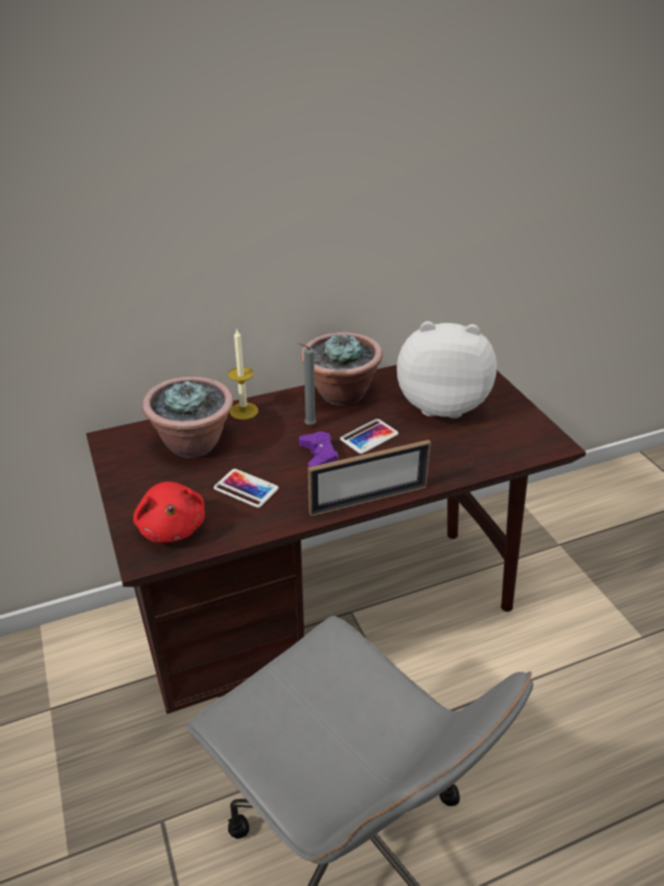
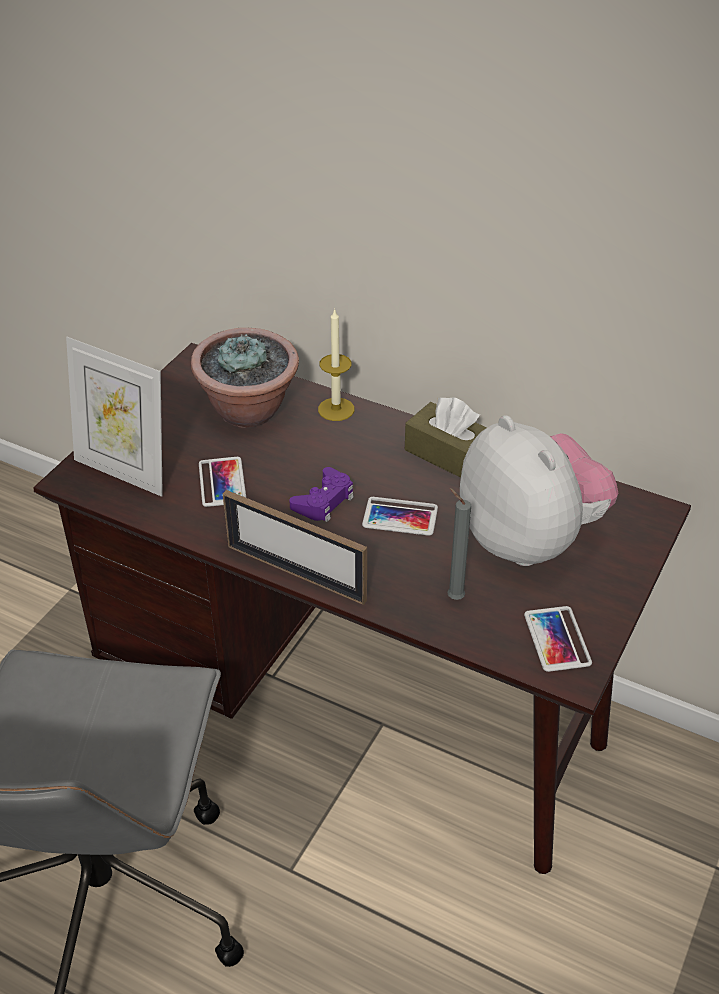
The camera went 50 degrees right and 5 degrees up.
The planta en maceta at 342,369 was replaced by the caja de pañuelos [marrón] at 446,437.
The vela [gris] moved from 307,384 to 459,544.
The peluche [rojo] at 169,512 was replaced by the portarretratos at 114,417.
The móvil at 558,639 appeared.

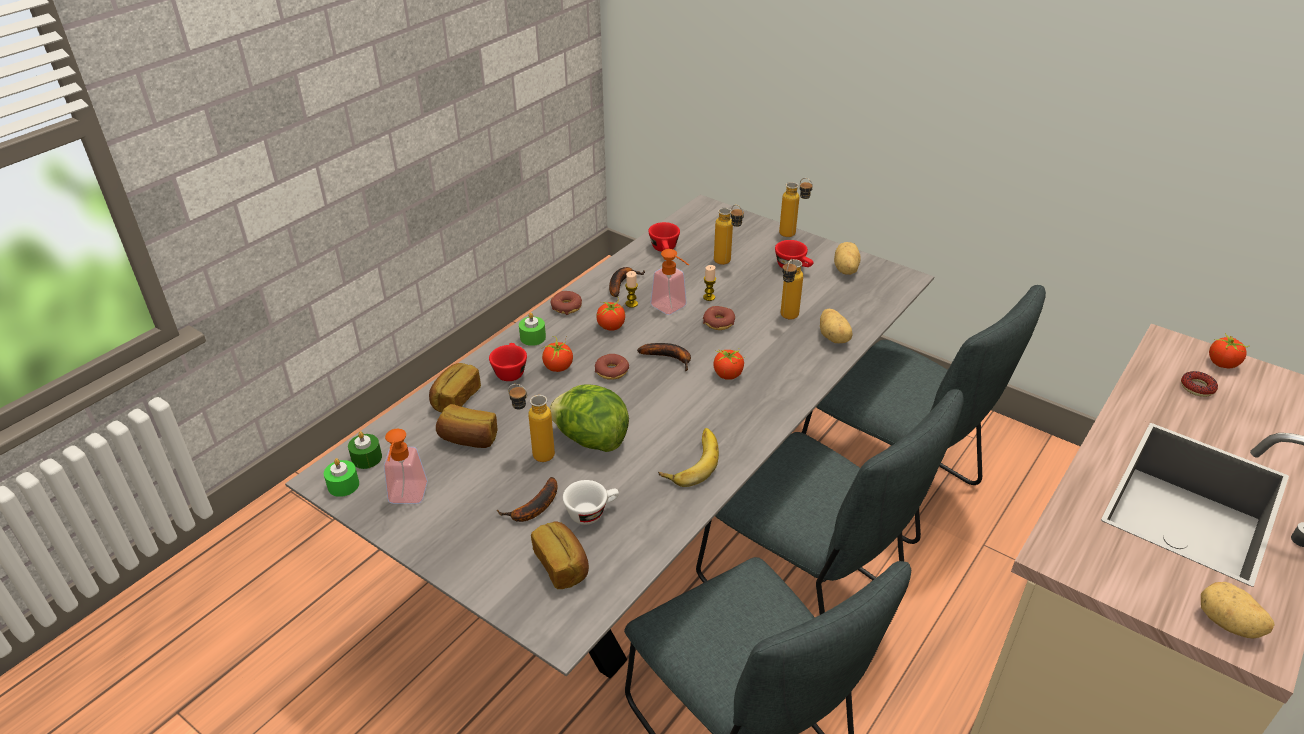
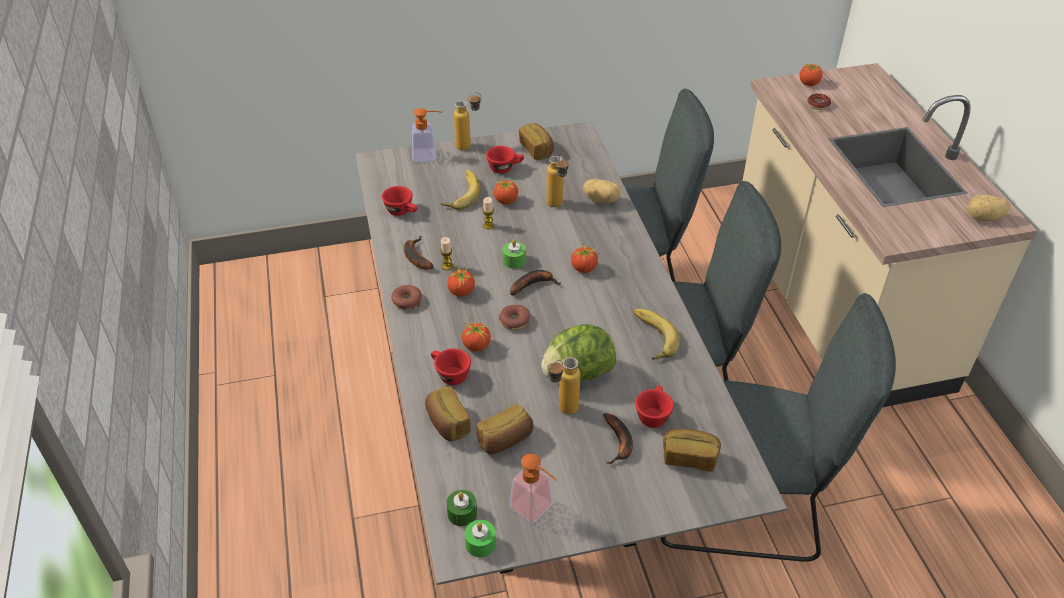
The camera went 50 degrees left and 5 degrees up.
The botella at 729,235 was replaced by the plátano at 461,190.
The patata at 847,258 was replaced by the pan at 536,141.
The dispensador de jabón moved from 669,282 to 427,135.
The rosquilla at 719,318 disappeared.
The vela [verde] moved from 532,329 to 514,254.
The taza [blanco] at 591,502 became the taza [rojo] at 654,406.
The tomate at 506,192 appeared.

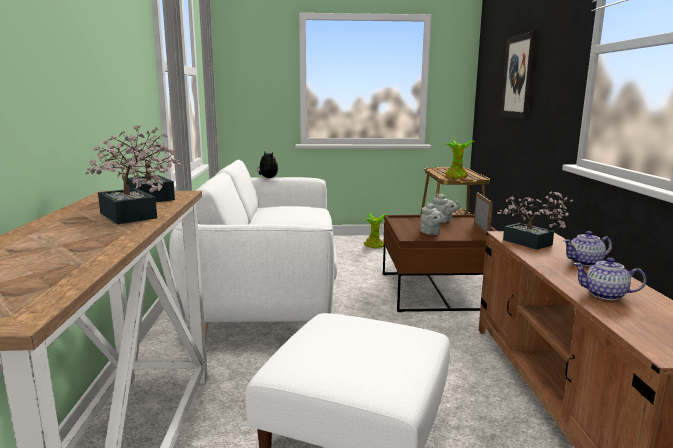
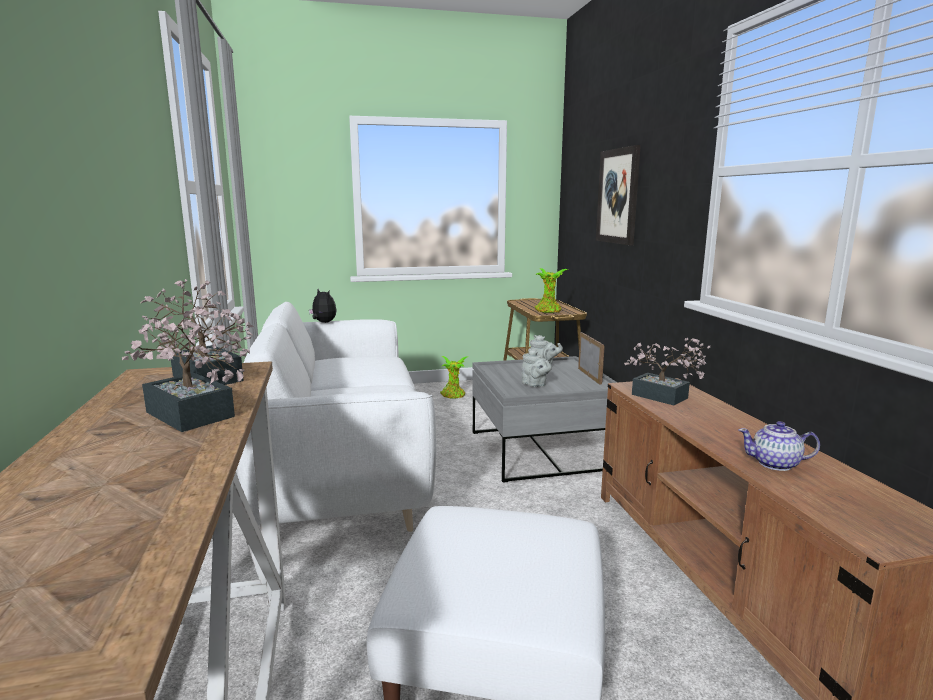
The camera went 10 degrees left and 0 degrees up.
The mesa de centro [marrón] at 440,263 became the mesa de centro [gris] at 545,419.
The tetera at 587,248 disappeared.

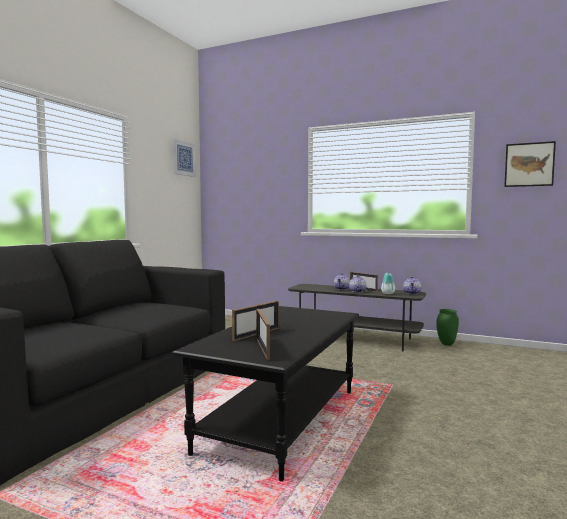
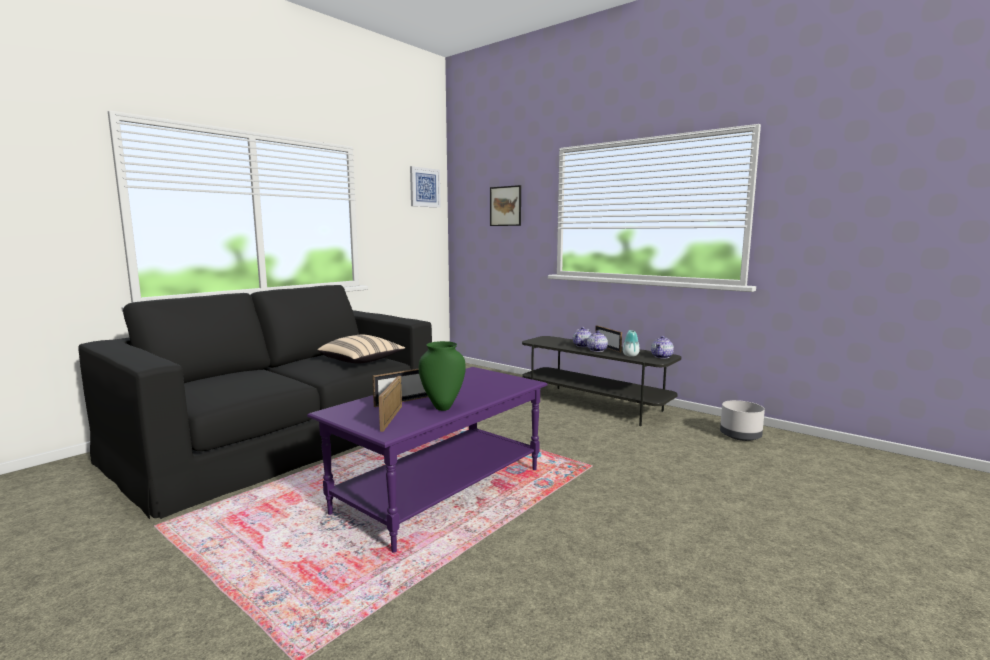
The camera went 15 degrees right and 5 degrees up.
The cuadro moved from 530,164 to 505,205.
The mesa de centro [negro] at 265,393 became the mesa de centro [morado] at 427,460.
The florero [verde] moved from 447,327 to 442,376.
The cojín [beis] at 361,349 appeared.
The maceta [gris] at 742,420 appeared.

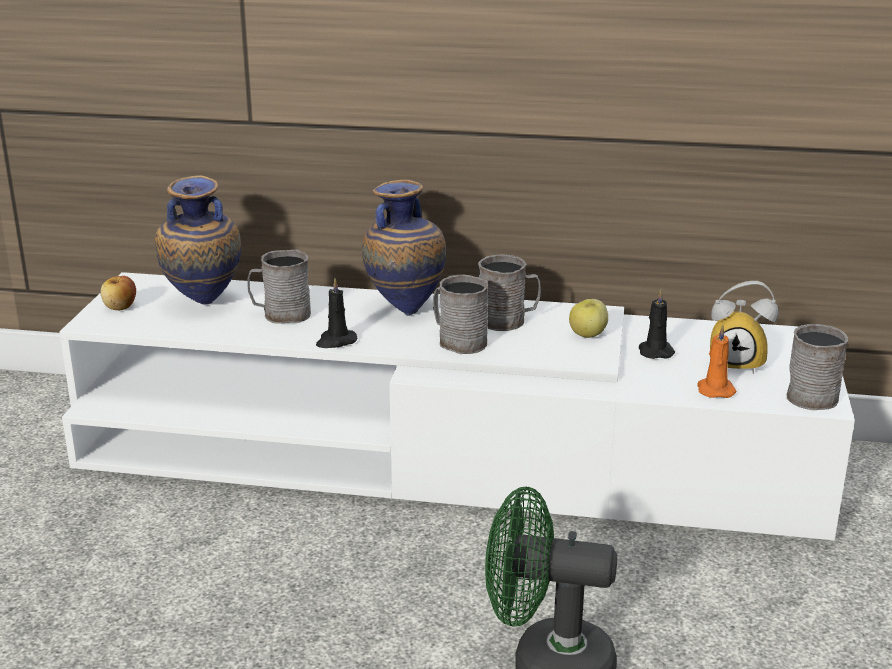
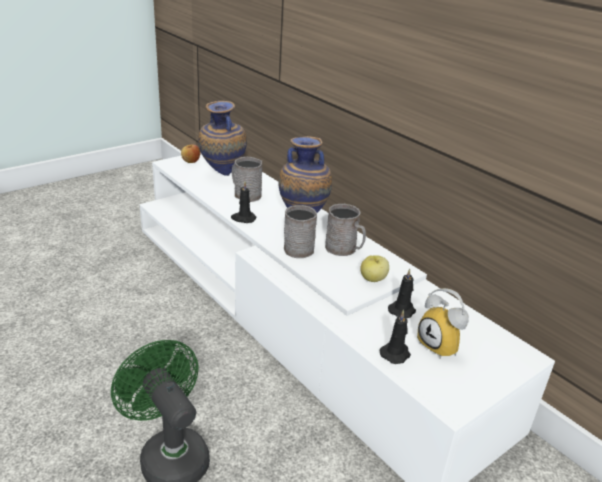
The camera went 40 degrees right and 5 degrees up.
The vela [naranja] at 716,361 became the vela [negro] at 395,337.
The taza grande [gris] at 817,367 disappeared.

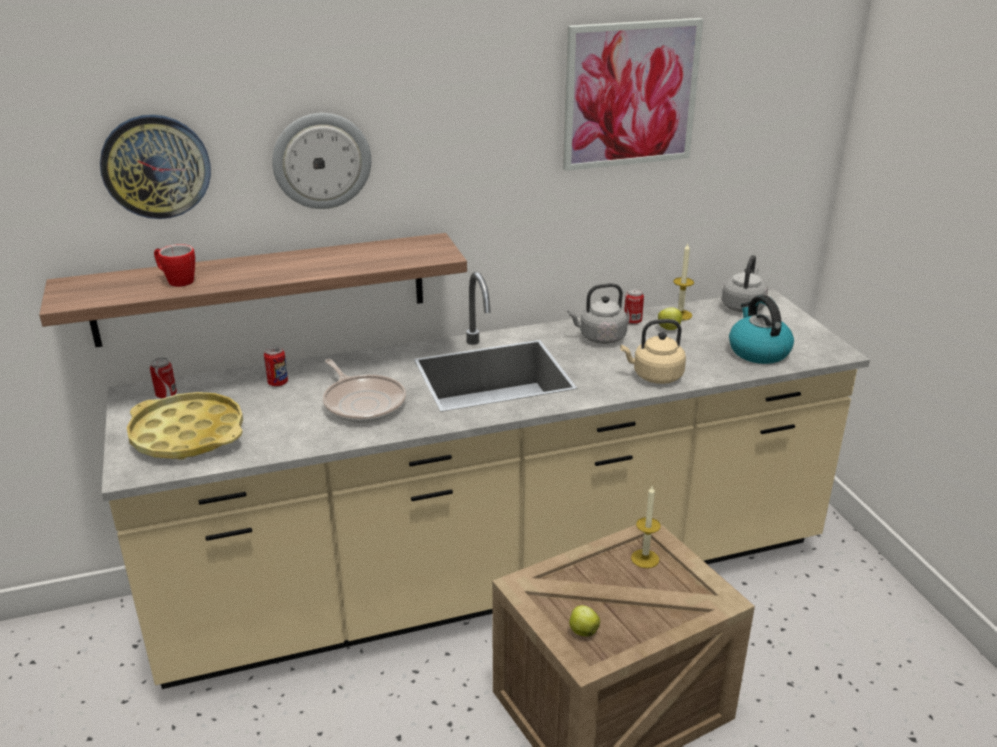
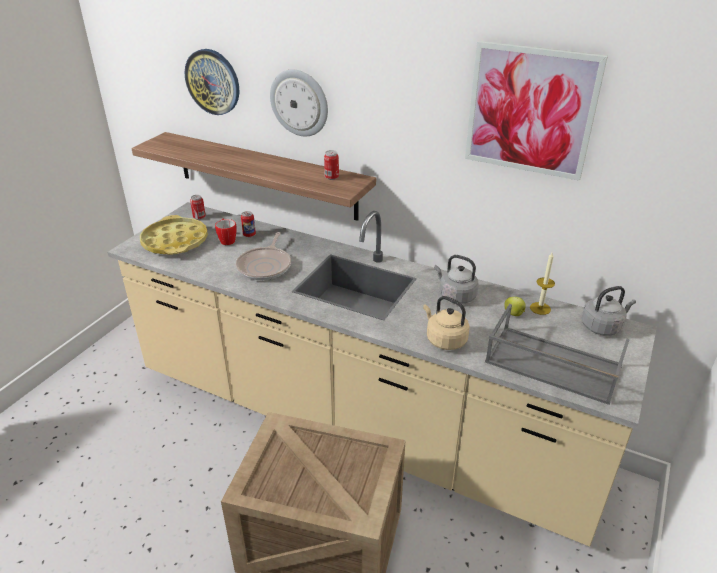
The camera went 45 degrees right and 5 degrees up.
The taza grande moved from 174,265 to 226,231.
The lata moved from 634,306 to 331,165.
The hervidor at 761,329 was replaced by the bandeja [gris] at 557,354.
The vela at 646,526 disappeared.
The manzana at 584,620 disappeared.

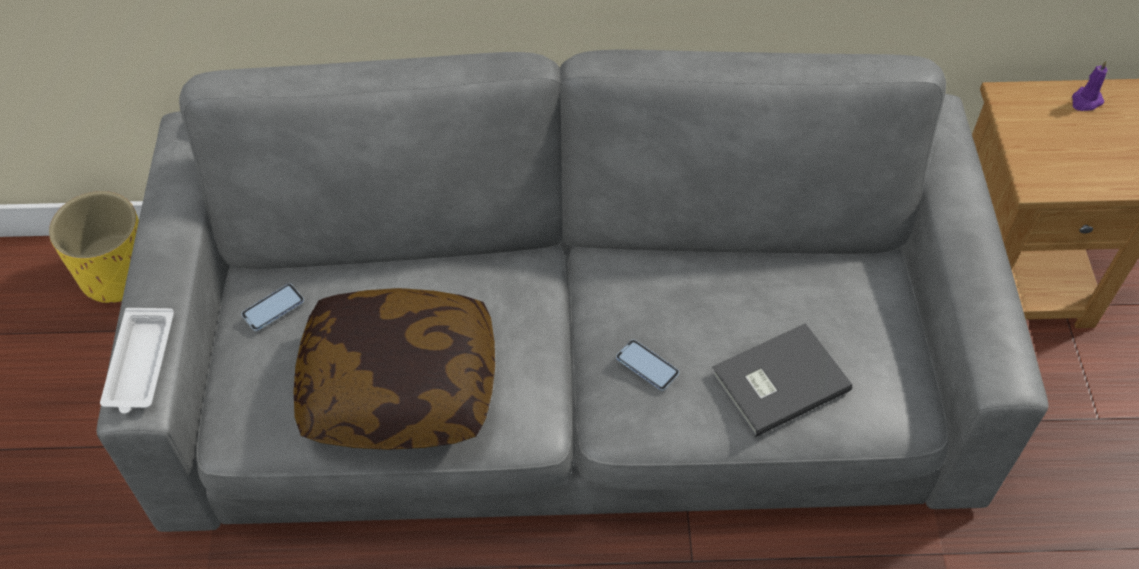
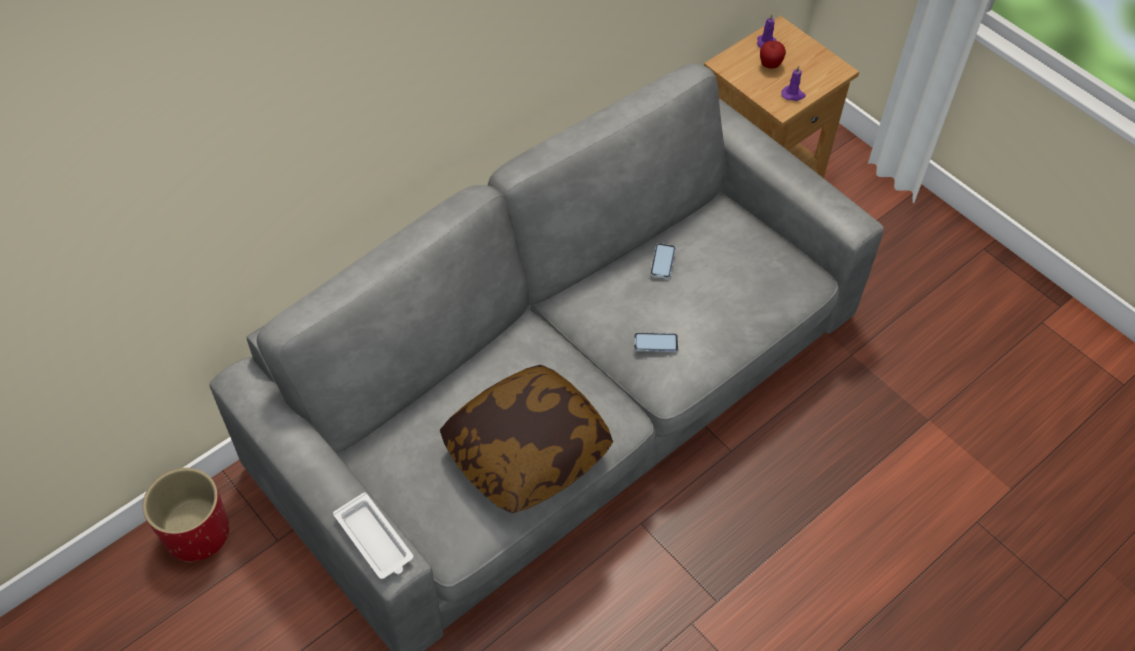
The camera went 40 degrees left and 0 degrees up.
The maceta [amarillo] at 94,247 became the maceta [rojo] at 186,515.
The móvil moved from 272,307 to 663,261.
The libro [gris] at 781,380 disappeared.
The manzana at 773,55 appeared.
The vela [morado] at 794,83 appeared.

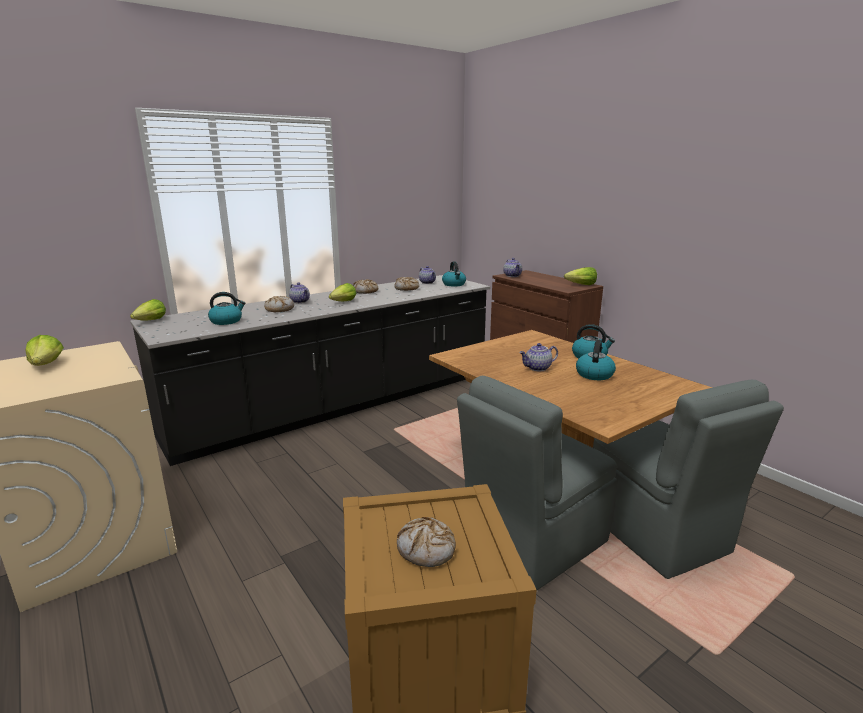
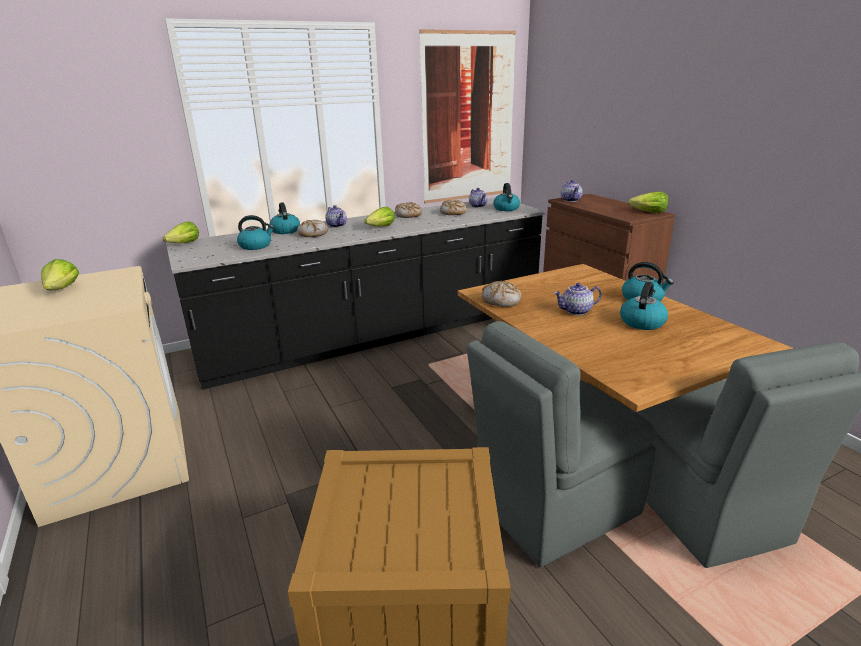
The camera went 10 degrees right and 5 degrees up.
The pan moved from 426,542 to 502,294.
The cuadro at 467,116 appeared.
The hervidor at 285,218 appeared.

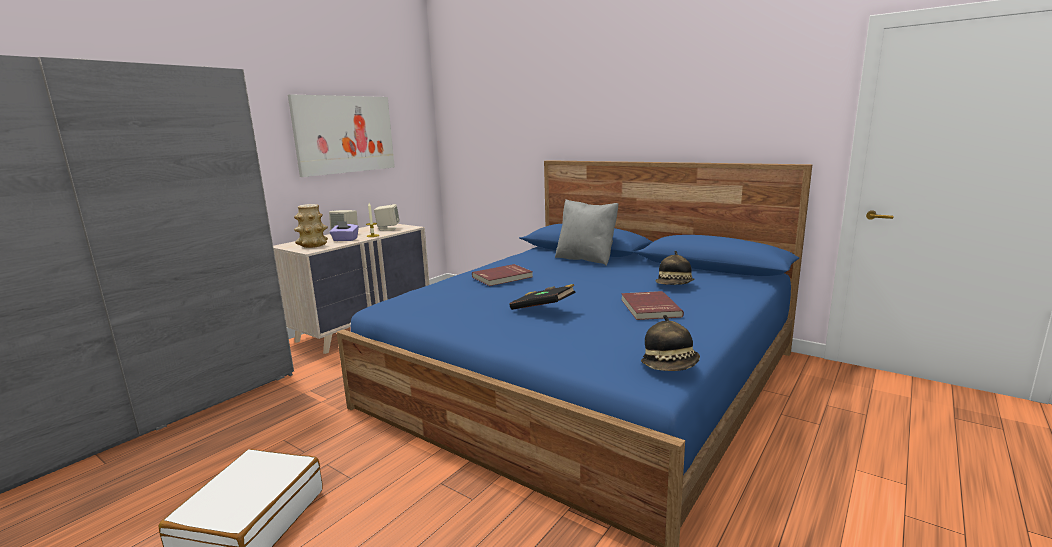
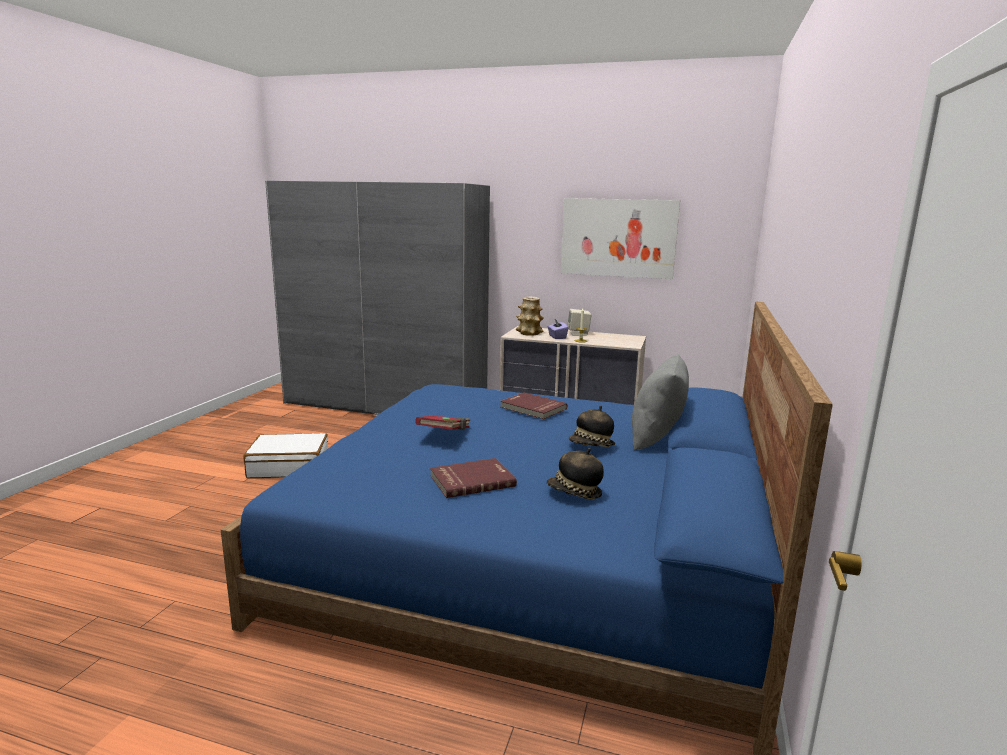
The camera went 70 degrees right and 0 degrees up.
The altavoz [beis] at 387,217 disappeared.
The libro [negro] at 542,297 became the libro [rojo] at 443,423.
The sombrero moved from 670,343 to 592,426.

